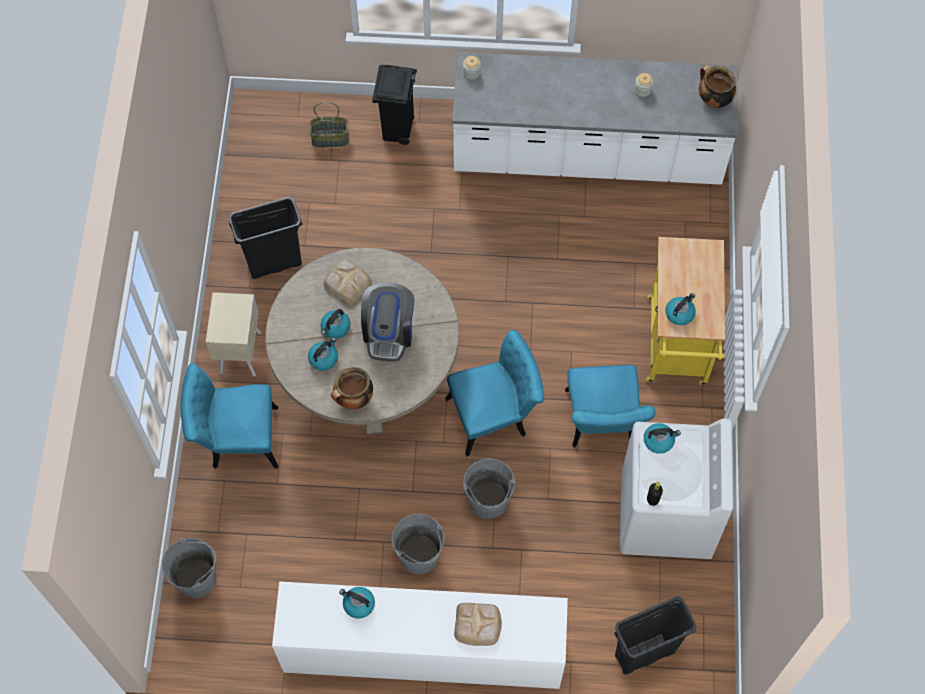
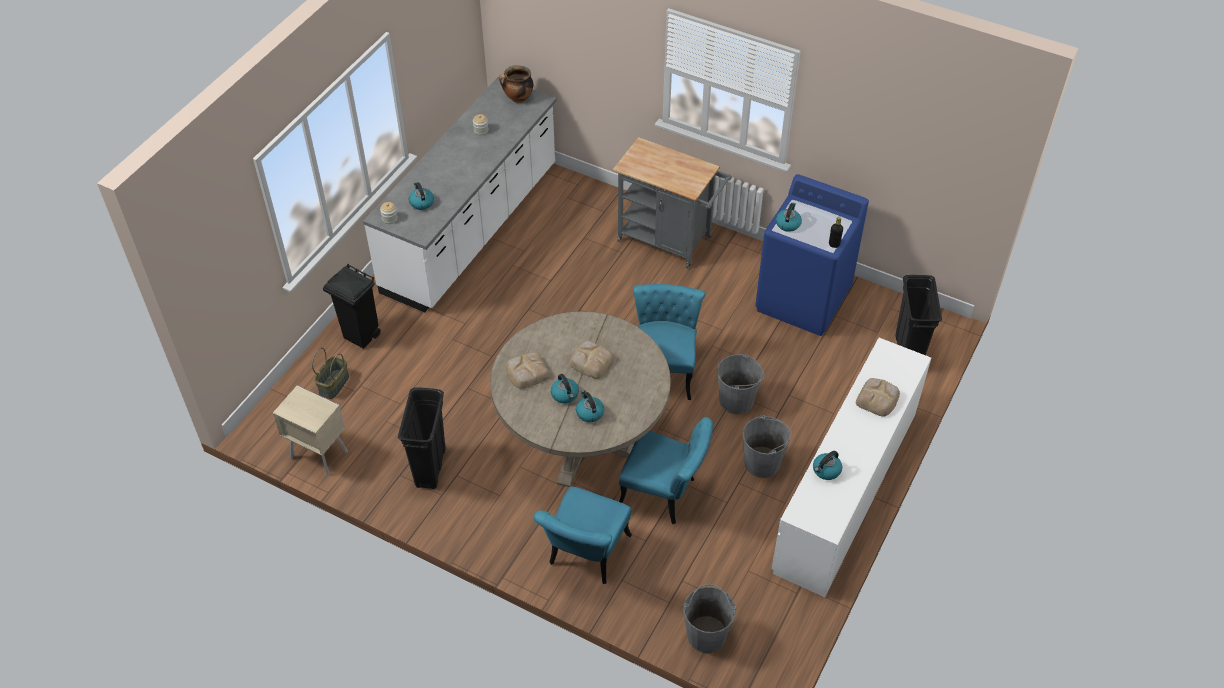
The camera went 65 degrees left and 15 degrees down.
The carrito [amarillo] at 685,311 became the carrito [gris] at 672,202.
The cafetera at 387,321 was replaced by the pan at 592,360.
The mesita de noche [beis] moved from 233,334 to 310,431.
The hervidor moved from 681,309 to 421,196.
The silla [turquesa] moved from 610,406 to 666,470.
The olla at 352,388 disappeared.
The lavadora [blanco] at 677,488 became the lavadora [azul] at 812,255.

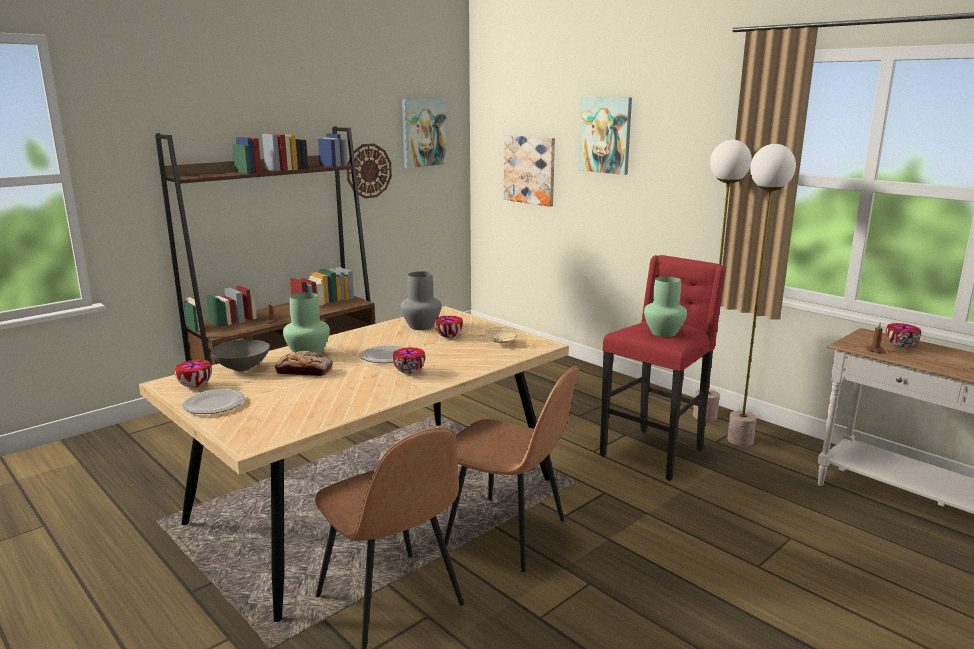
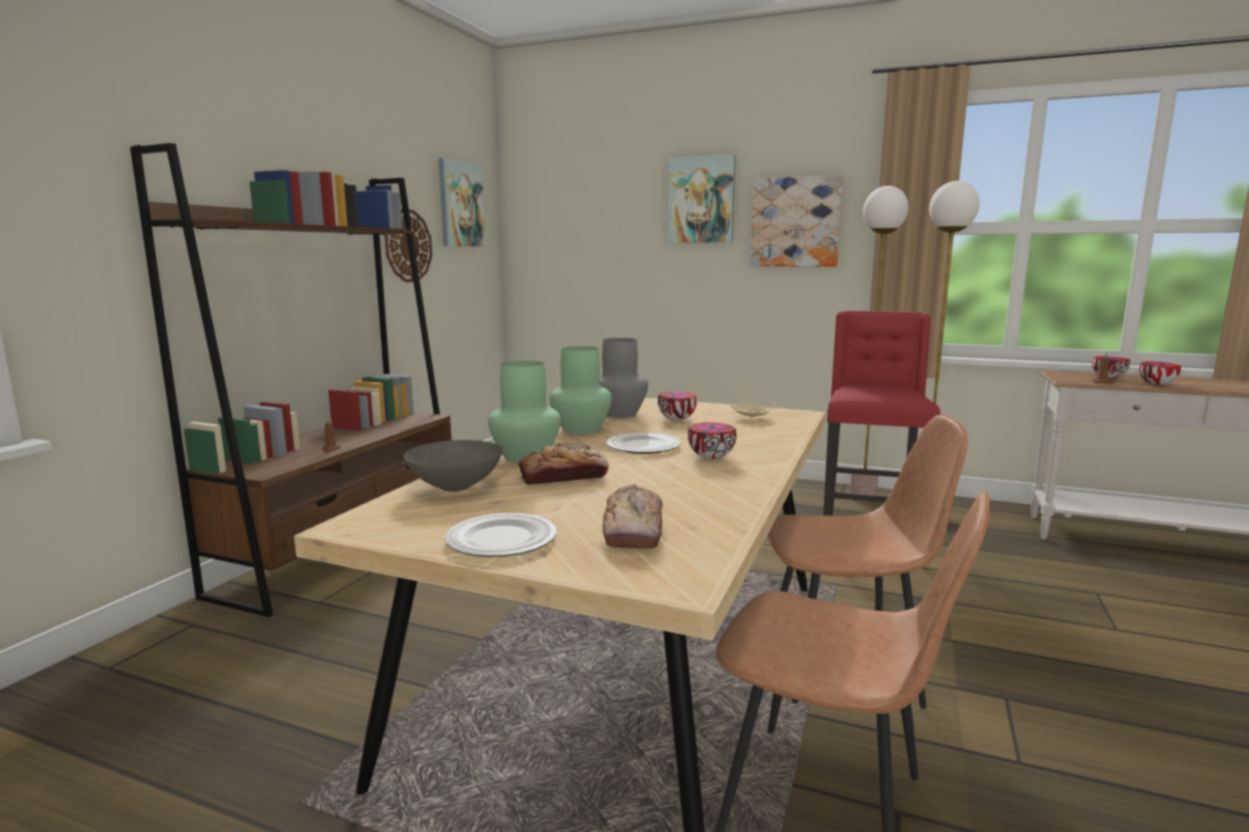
The camera went 25 degrees left and 5 degrees down.
The cuadro moved from 529,171 to 796,221.
The florero [verde] moved from 665,306 to 580,390.
The cuenco moved from 193,373 to 1160,373.
The pan at 633,516 appeared.

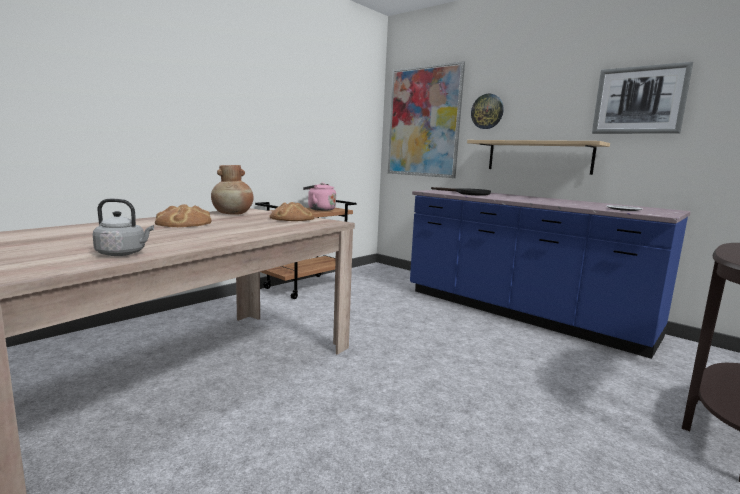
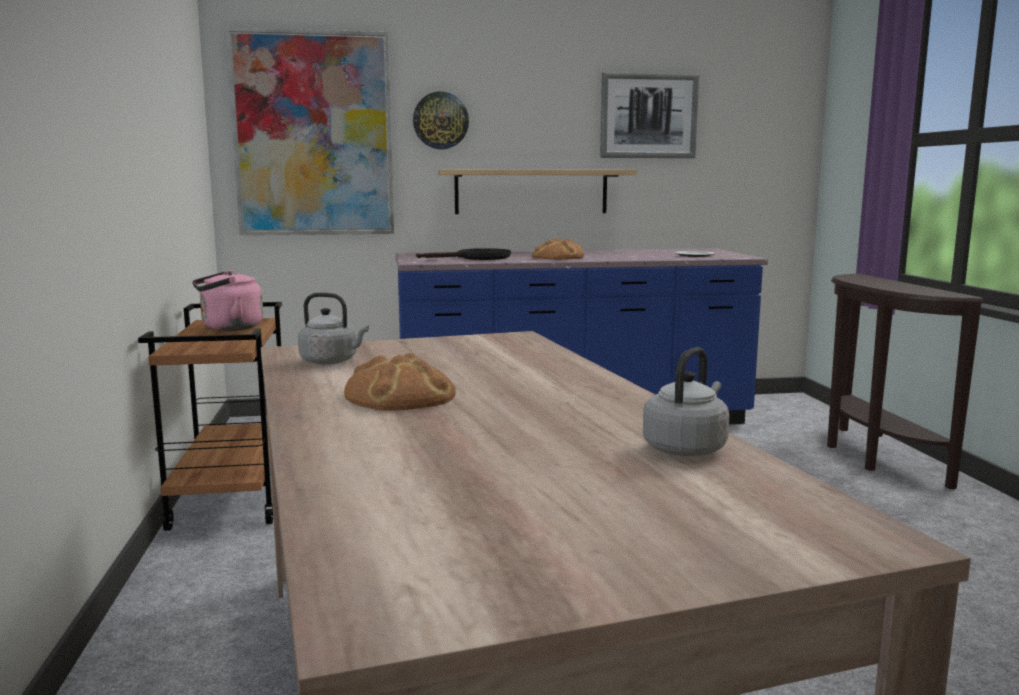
The camera went 50 degrees left and 0 degrees up.
The florero [marrón] at 232,190 was replaced by the hervidor [gris] at 333,329.
The pan moved from 292,211 to 558,249.

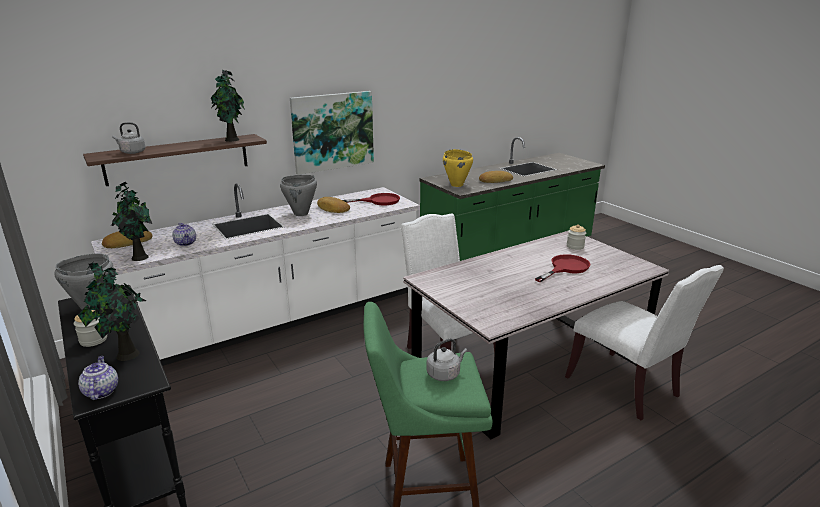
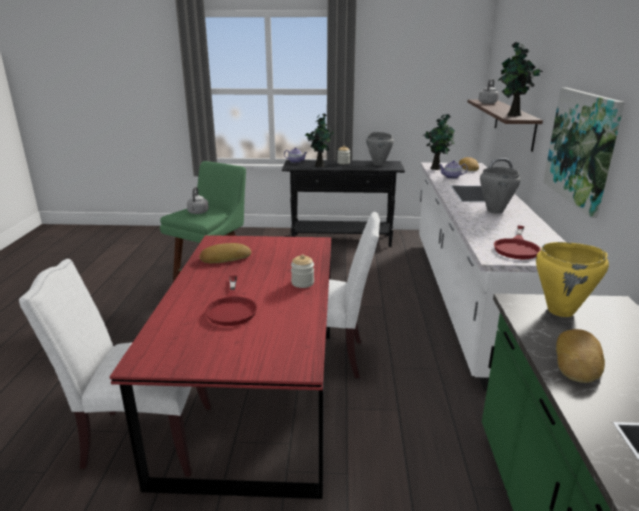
The camera went 125 degrees right and 0 degrees up.
The pan moved from 333,205 to 225,253.
The tarro moved from 576,237 to 302,271.
The mesa de comedor [gris] at 536,335 became the mesa de comedor [rojo] at 220,367.

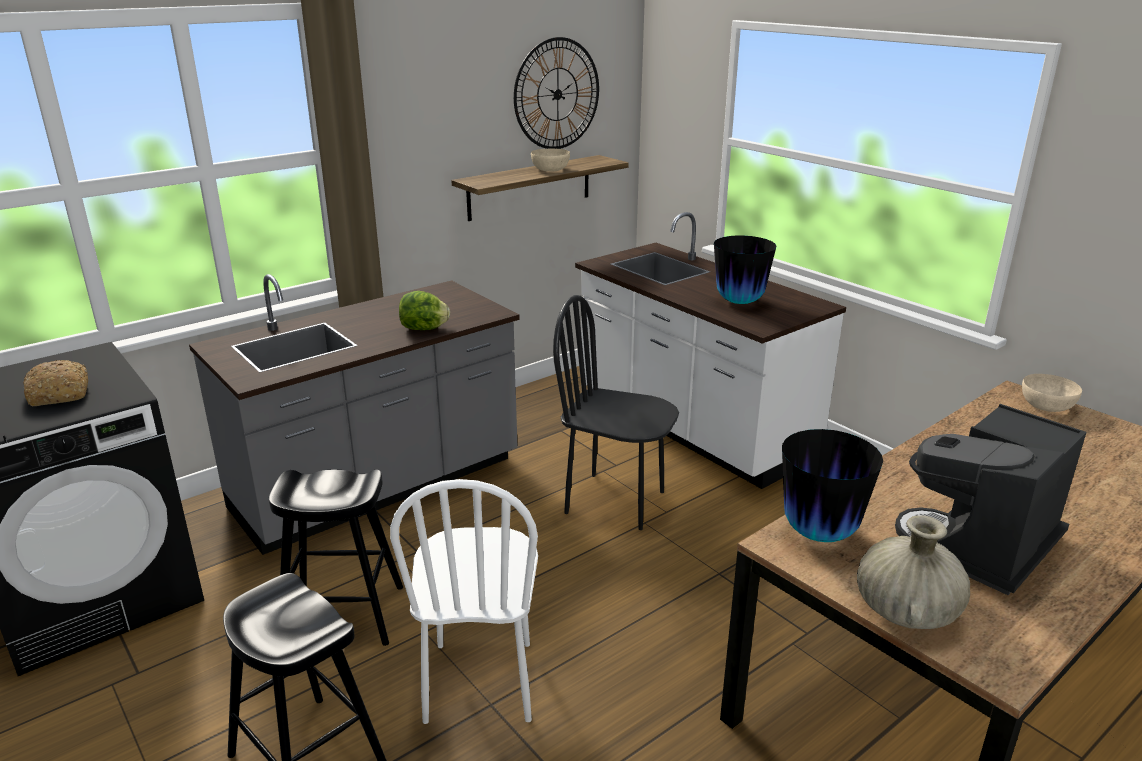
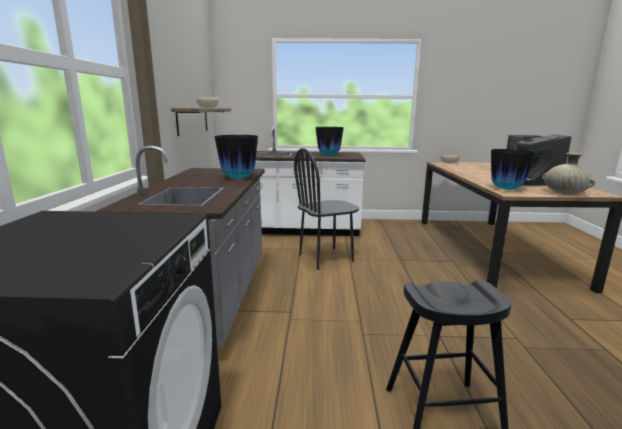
The camera went 50 degrees left and 10 degrees down.
The reloj de pared at 556,93 disappeared.
The lechuga at 424,310 was replaced by the florero at 236,157.
The pan at 55,383 disappeared.
The taburete [negro] at 336,558 disappeared.
The silla [blanco] at 464,601 disappeared.

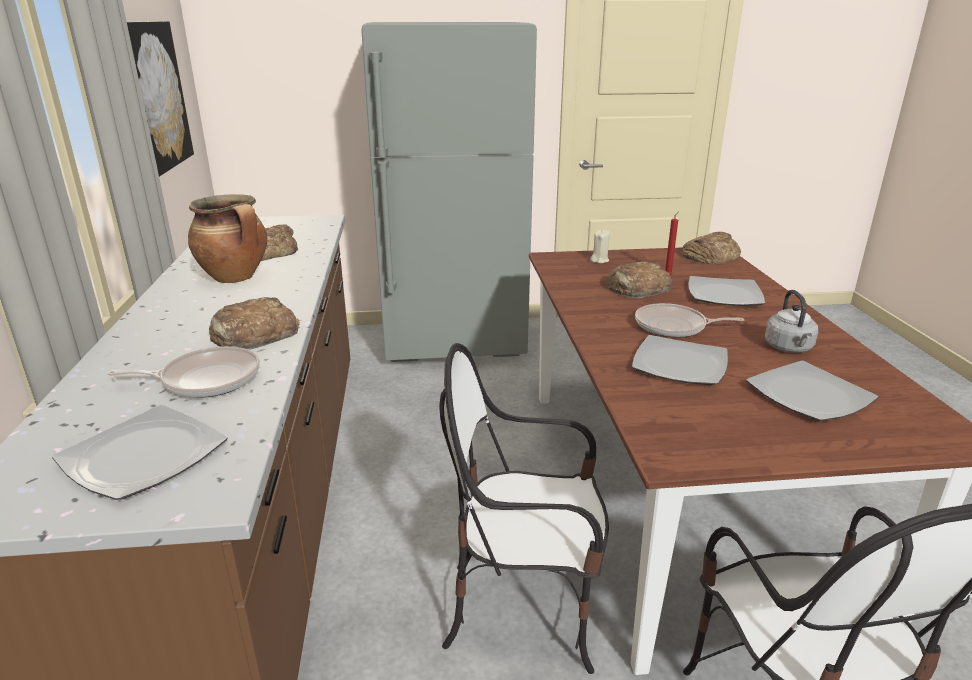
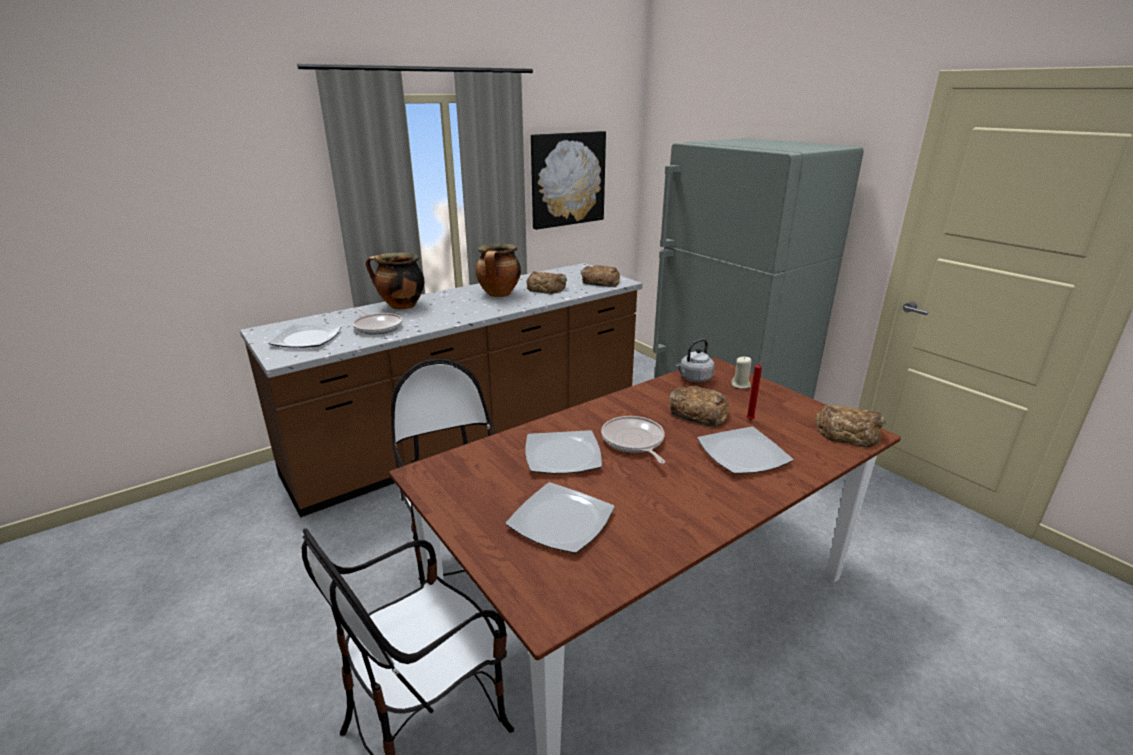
The camera went 60 degrees right and 0 degrees up.
The hervidor [gris] moved from 791,321 to 695,360.
The pan moved from 254,323 to 600,276.
The olla at 395,281 appeared.

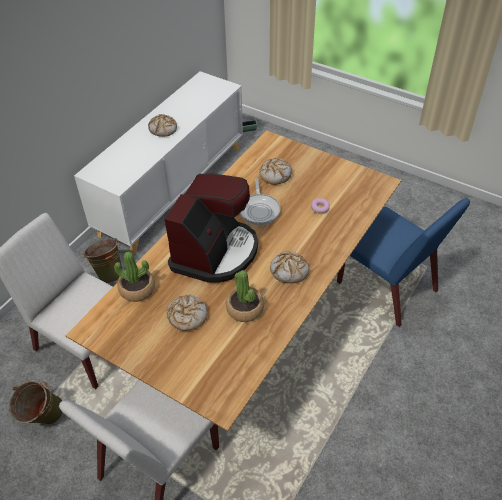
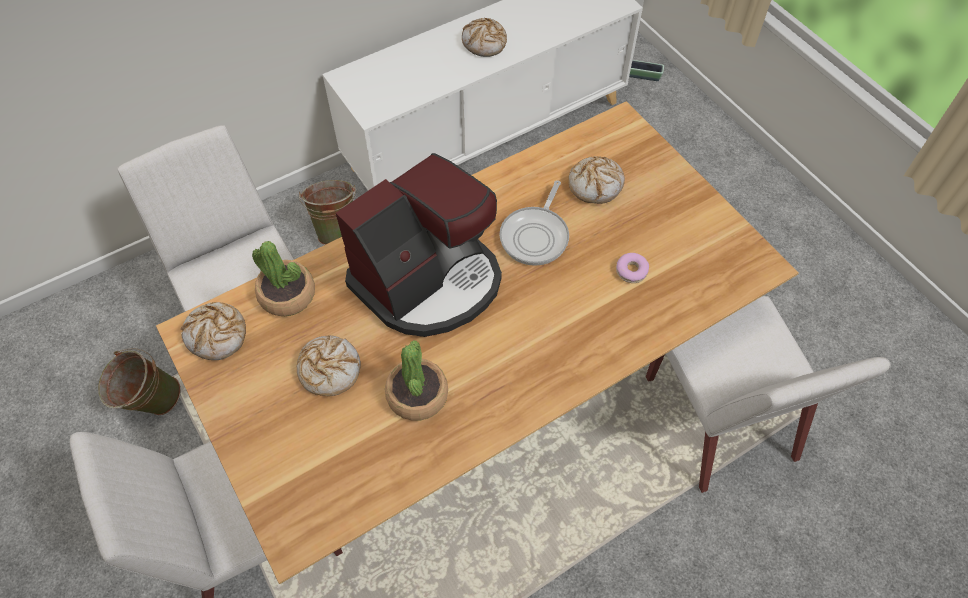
The camera went 25 degrees right and 10 degrees up.
The silla [azul] at 403,262 became the silla [blanco] at 768,394.
The pan moved from 289,267 to 213,331.

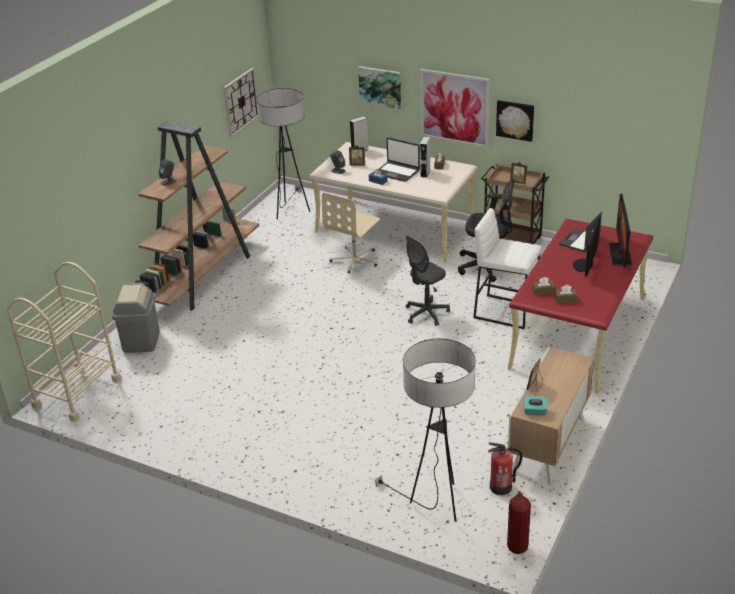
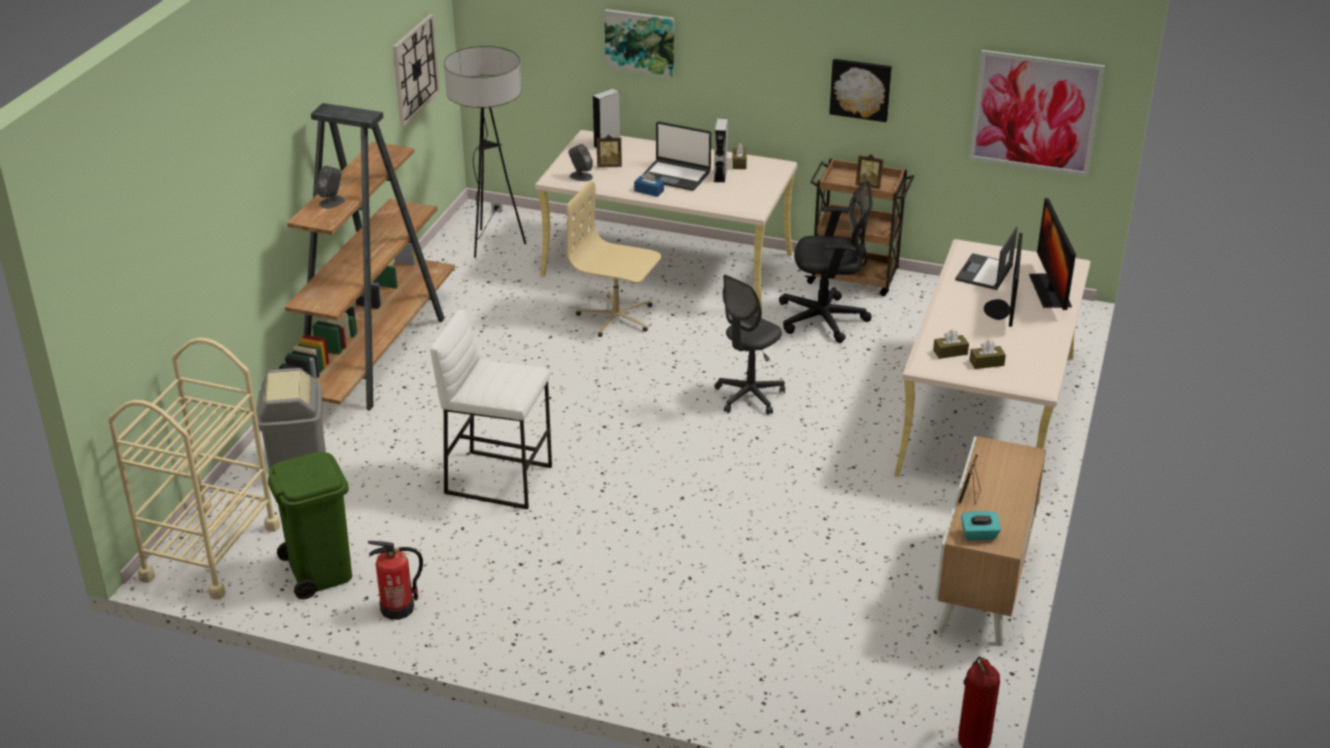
The camera went 10 degrees left and 0 degrees up.
The cuadro moved from 455,108 to 1037,113.
The silla de oficina [beis] at 351,233 turned 90 degrees clockwise.
The taburete [blanco] moved from 507,268 to 491,409.
The escritorio [rojo] at 580,306 became the escritorio [beis] at 992,372.
The lámpara de pie at 424,430 disappeared.
The extintor moved from 505,469 to 395,580.
The papelera [verde] at 310,526 appeared.

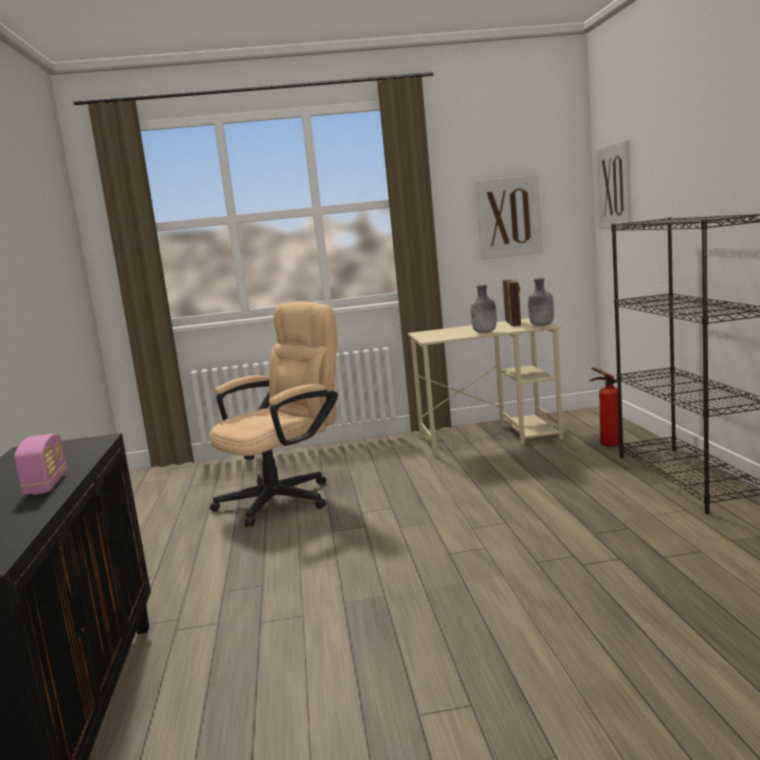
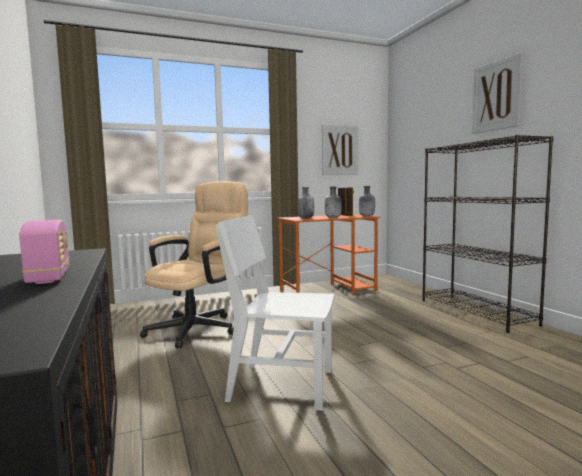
The camera went 15 degrees left and 5 degrees down.
The cuadro moved from 614,184 to 497,93.
The escritorio [beis] at 486,387 became the escritorio [naranja] at 328,254.
The extintor at 604,407 disappeared.
The botella [gris] at 305,203 appeared.
The silla [blanco] at 274,313 appeared.

